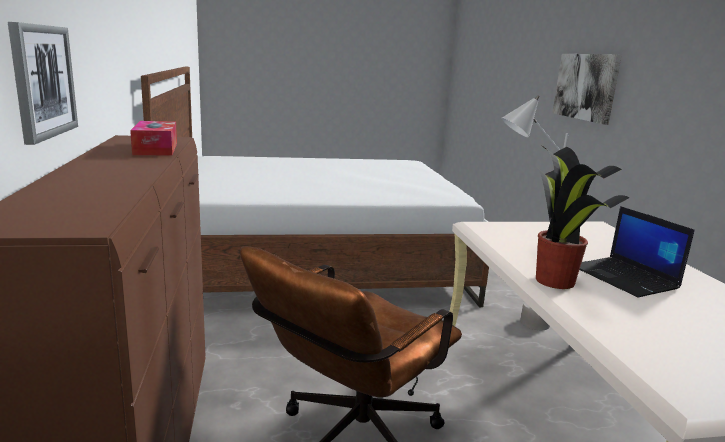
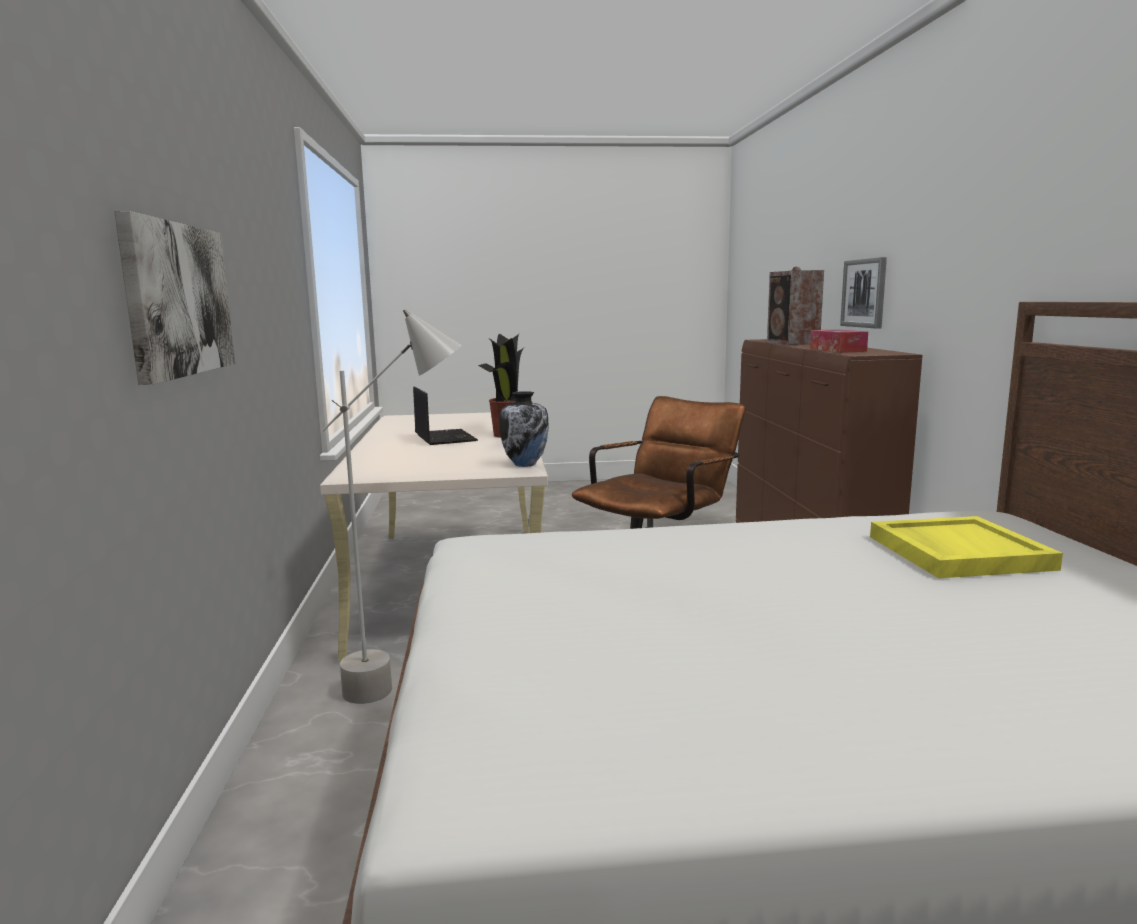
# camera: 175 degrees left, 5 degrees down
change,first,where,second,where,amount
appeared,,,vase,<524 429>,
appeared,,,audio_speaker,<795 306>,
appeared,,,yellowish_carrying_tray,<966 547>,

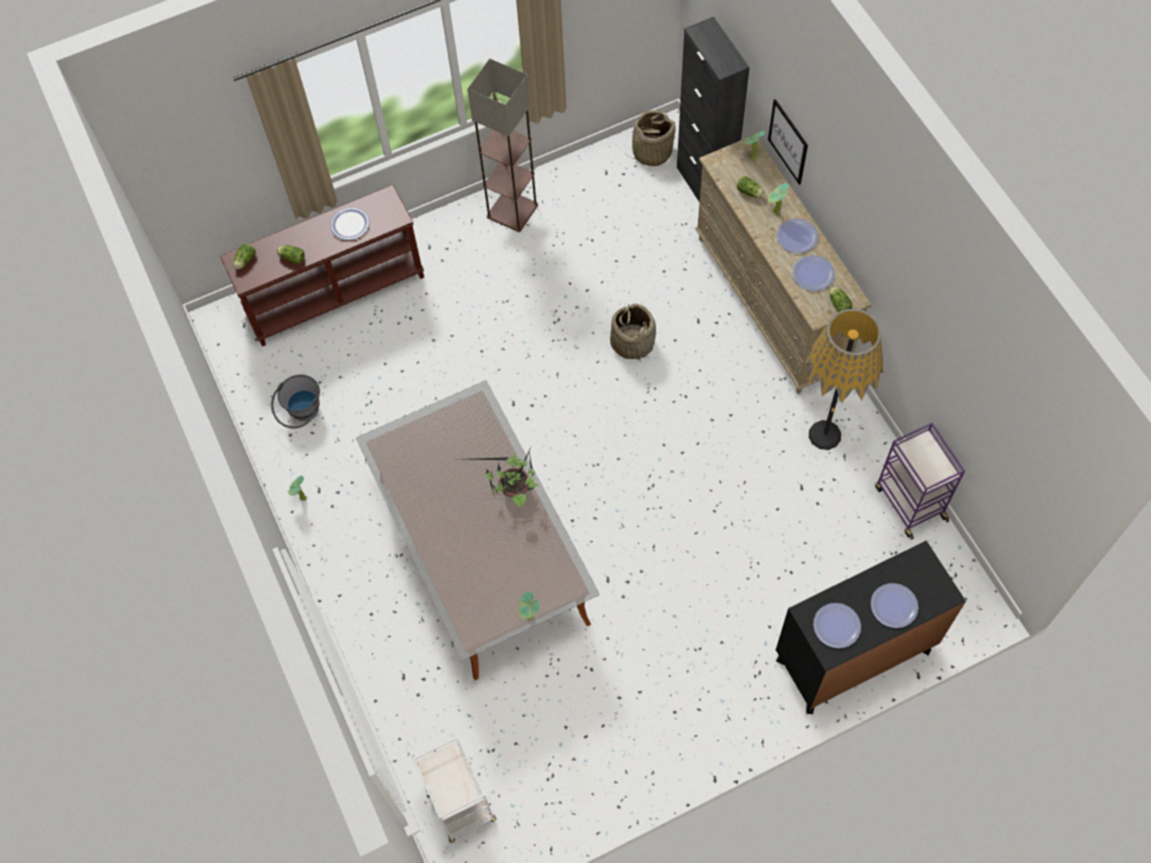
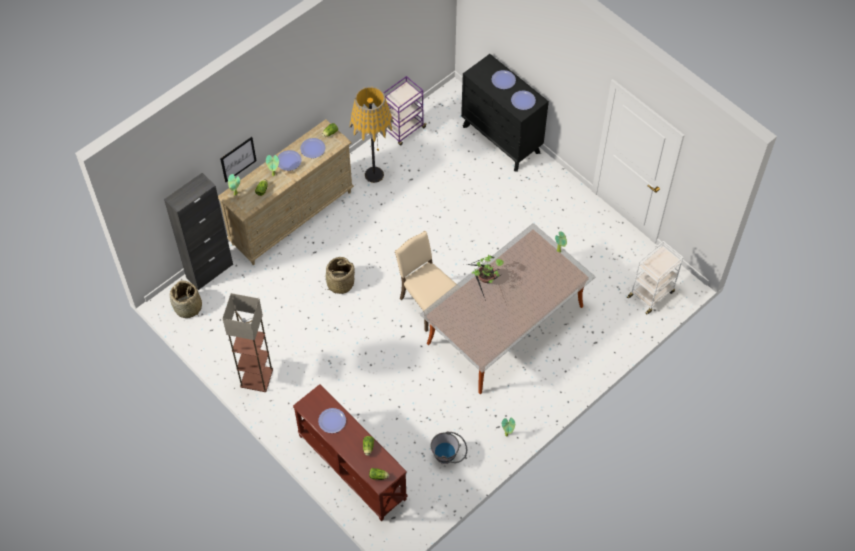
# camera: 110 degrees left, 5 degrees down
change,first,where,second,where,amount
appeared,,,beige_plain_chair,<426 281>,

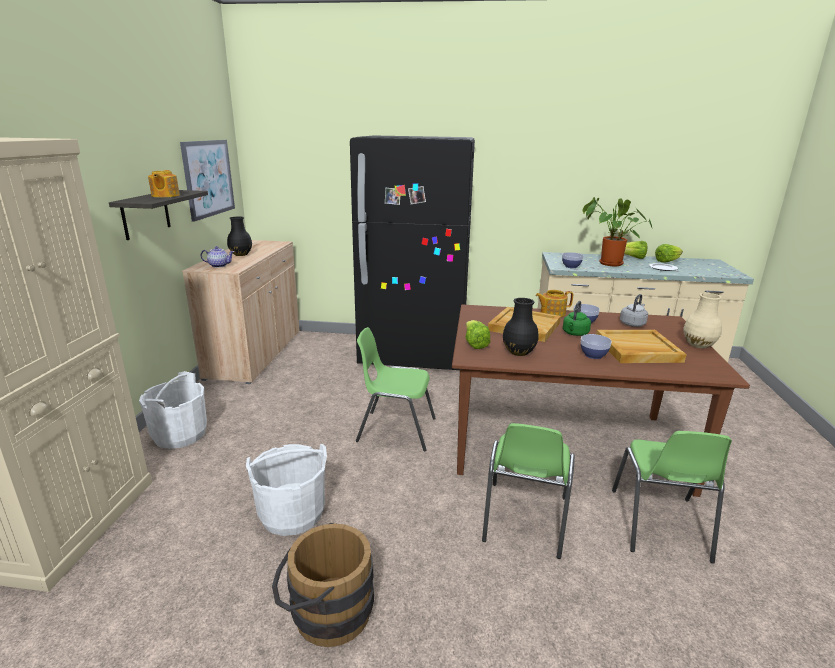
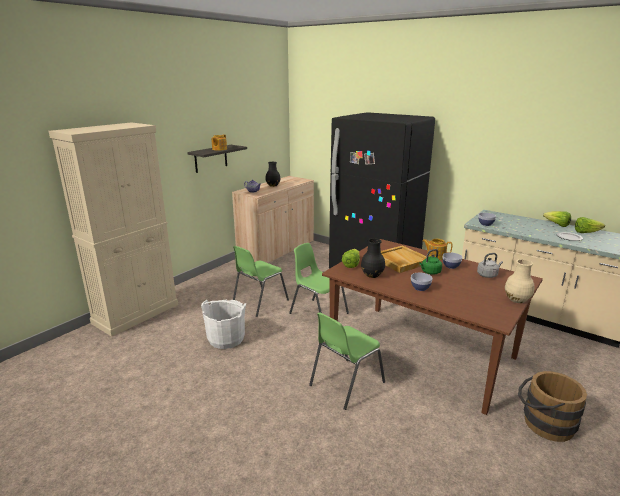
# camera: 30 degrees right, 0 degrees up
change,first,where,second,where,amount
missing,white_water_bucket,<173 410>,,,
missing,picture,<207 181>,,,
relocated,brownish_water_bucket,<323 585>,,<552 406>,
missing,plant_in_a_pot,<617 231>,,,
missing,beige_carrying_tray,<641 346>,,,
relocated,green-coloured_plain_chair,<672 497>,,<261 281>,

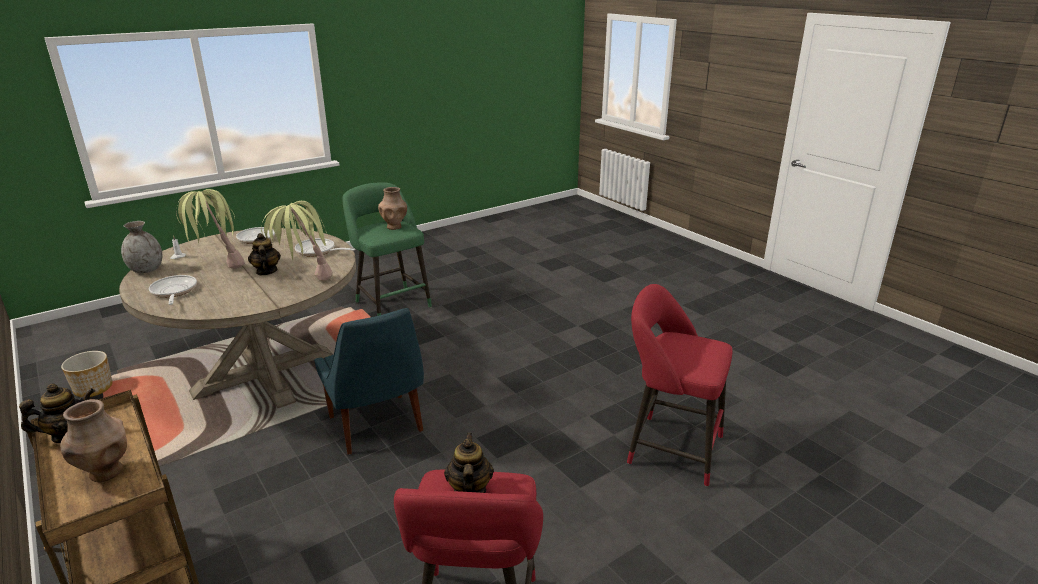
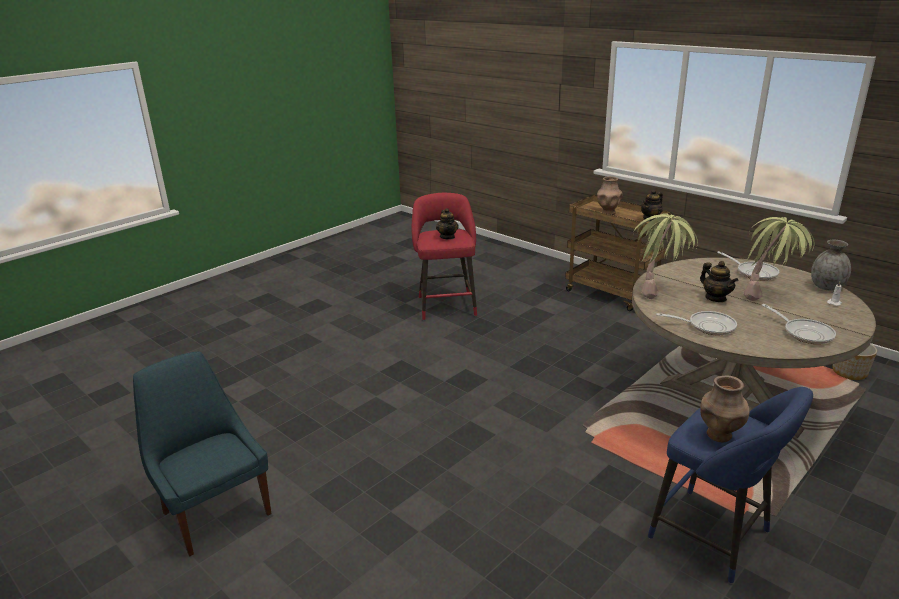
# camera: 170 degrees right, 0 degrees up
change,first,where,second,where,amount
relocated,blue-coloured_plain_chair,<369 381>,,<202 453>,
colour,green-coloured_sitting_stool,<387 249>,blue-coloured_sitting_stool,<730 485>,
missing,red_sitting_stool,<679 385>,,,

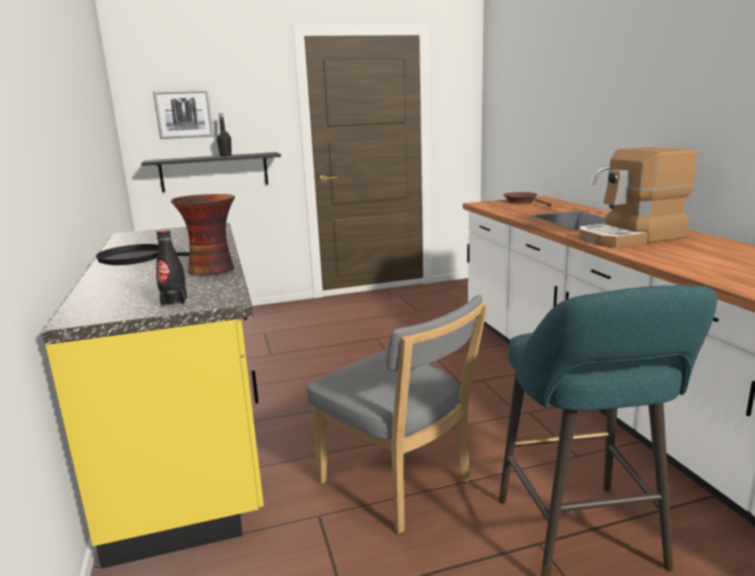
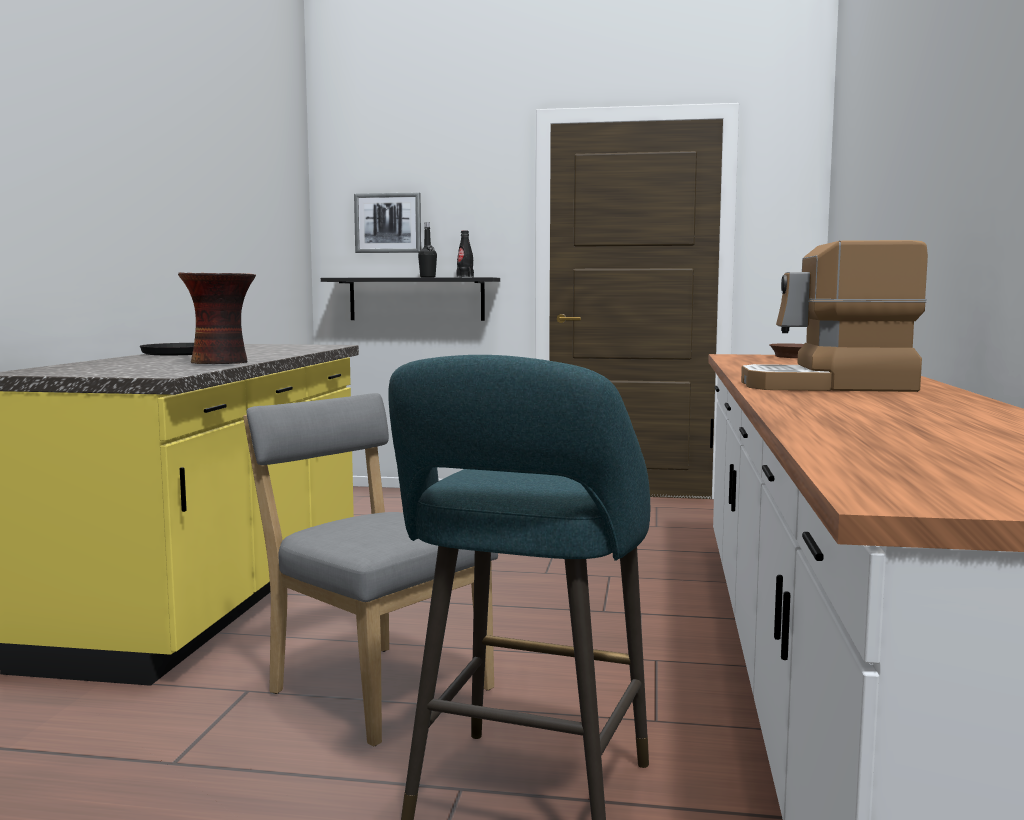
# camera: 25 degrees right, 10 degrees down
change,first,where,second,where,amount
relocated,black-coloured_bottle,<171 268>,,<465 253>,
spun,grey_plain_chair,<397 414>,,<370 569>,150 degrees clockwise

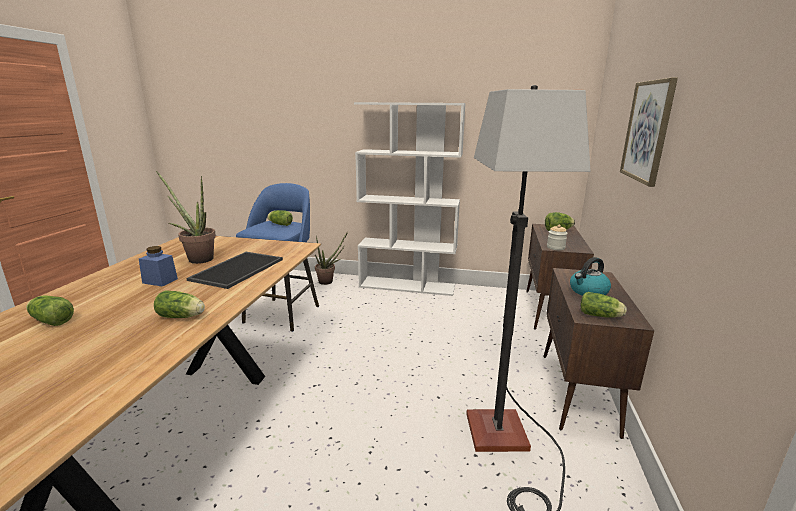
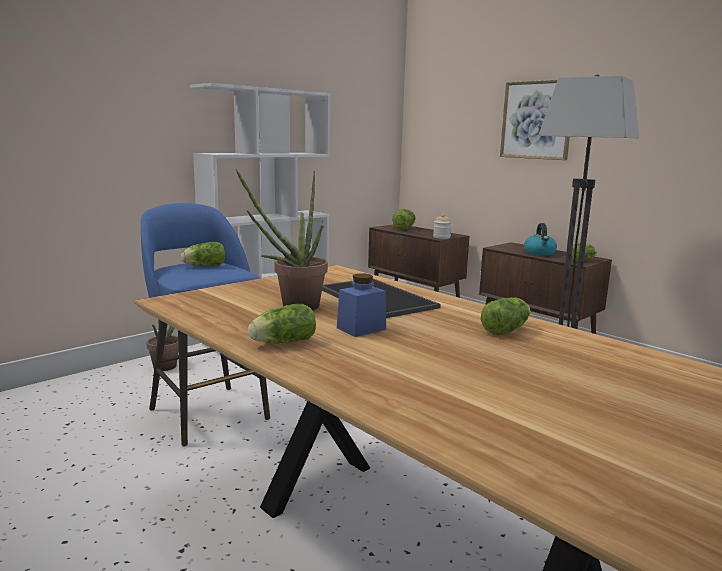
# camera: 55 degrees left, 5 degrees down
change,first,where,second,where,amount
relocated,lettuce_head,<50 310>,,<282 323>,

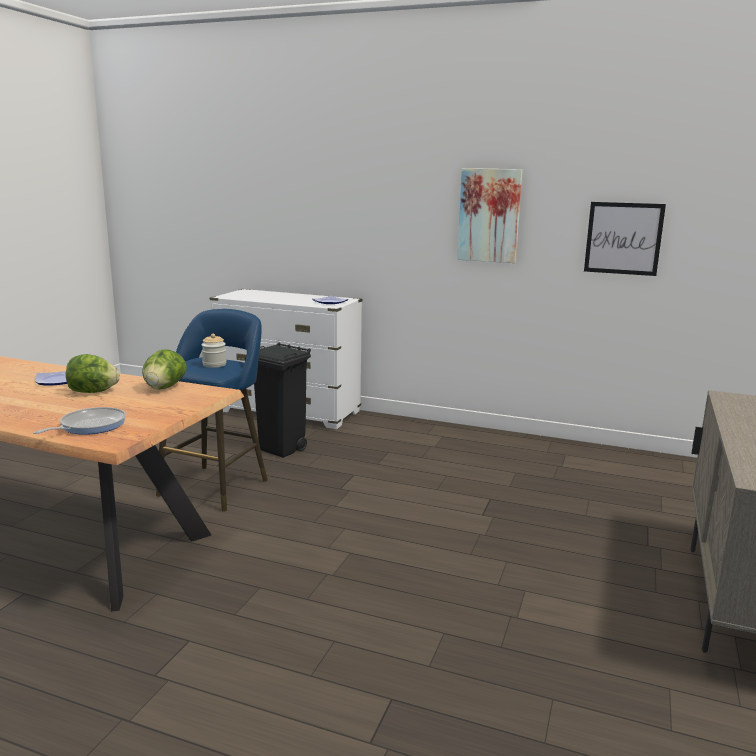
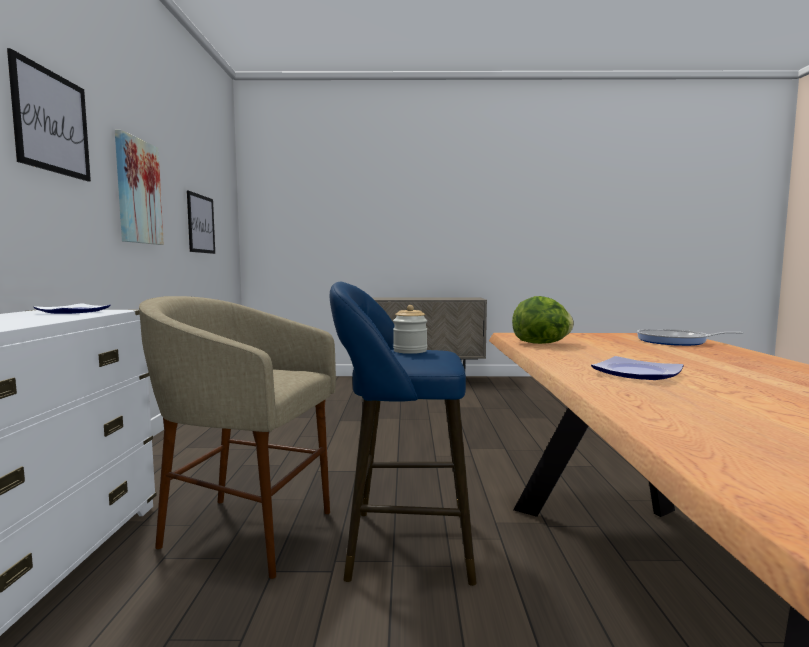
# camera: 110 degrees left, 10 degrees down
change,first,where,second,where,amount
missing,lettuce_head,<93 373>,,,
exchanged,black-coloured_trash_can,<278 400>,beige_sitting_stool,<237 437>,
appeared,,,picture,<49 115>,

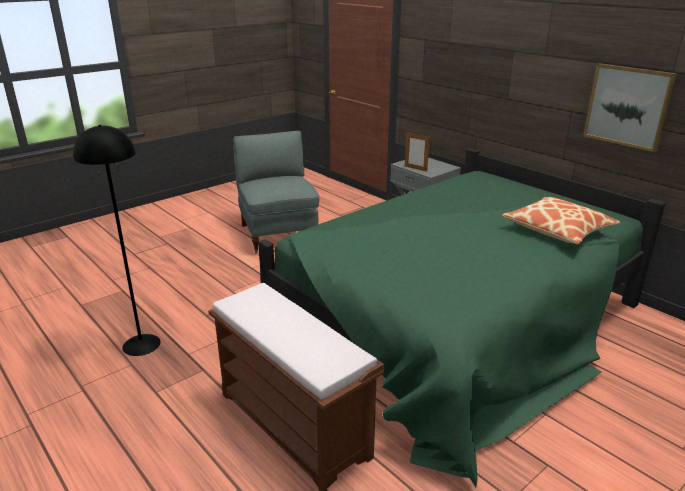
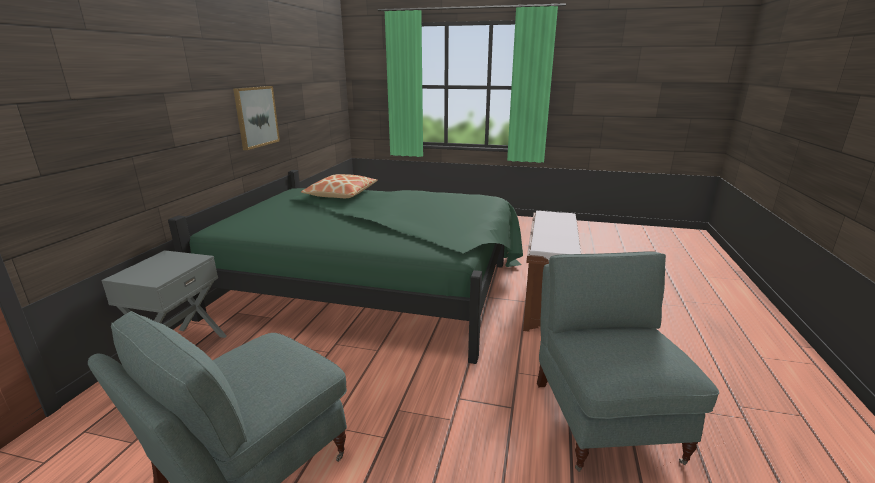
# camera: 125 degrees left, 5 degrees down
change,first,where,second,where,amount
exchanged,black-coloured_floor_lamp,<116 240>,grey_armchair,<628 361>,
missing,picture_frame,<417 152>,,,

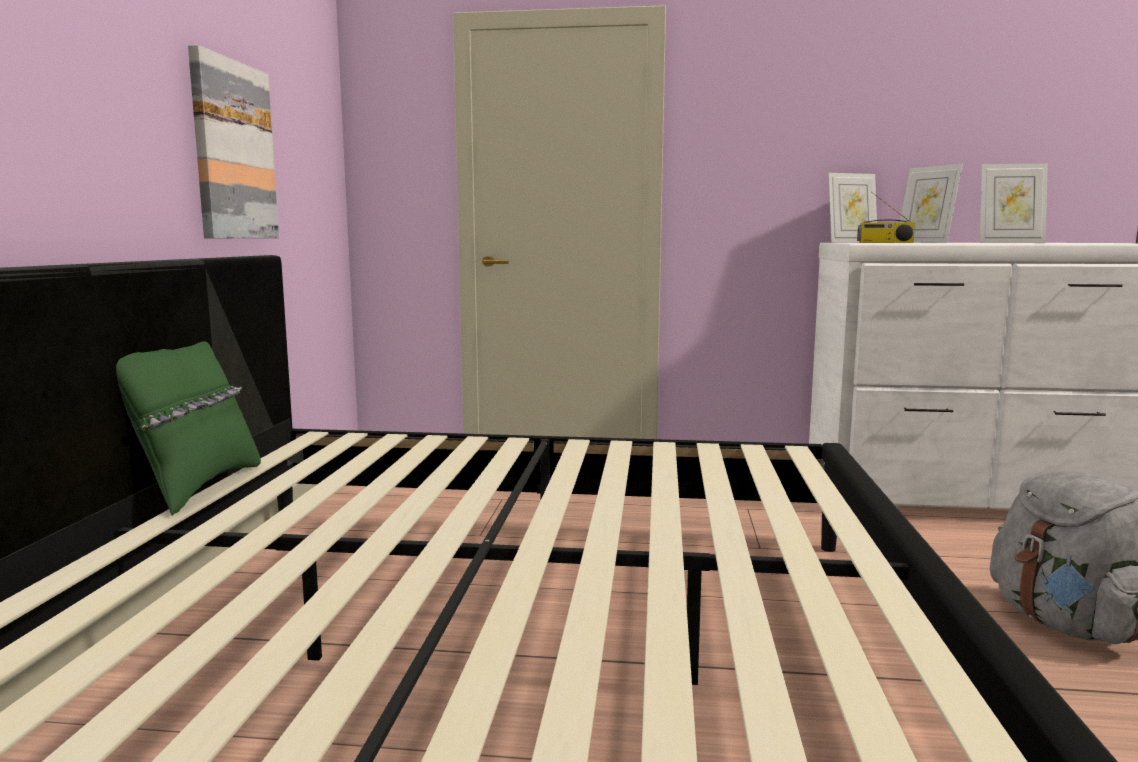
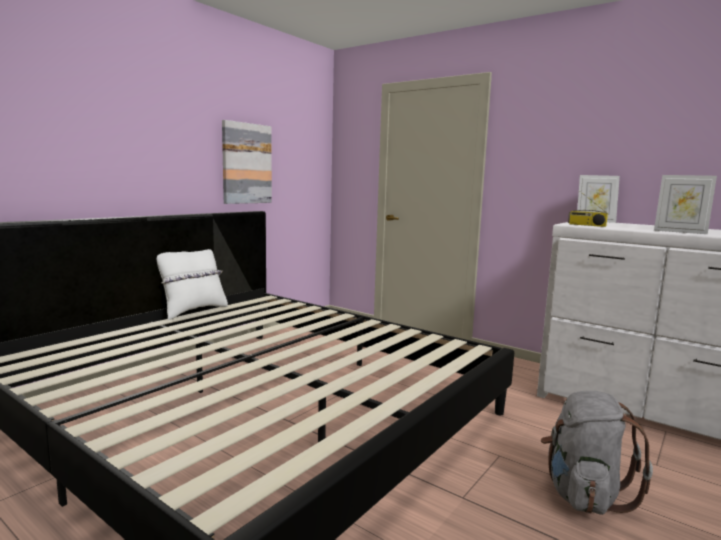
# camera: 30 degrees right, 0 degrees up
change,first,where,second,where,amount
colour,green-coloured_throw_pillow,<188 428>,white_throw_pillow,<192 284>,
missing,picture_frame,<931 203>,,,

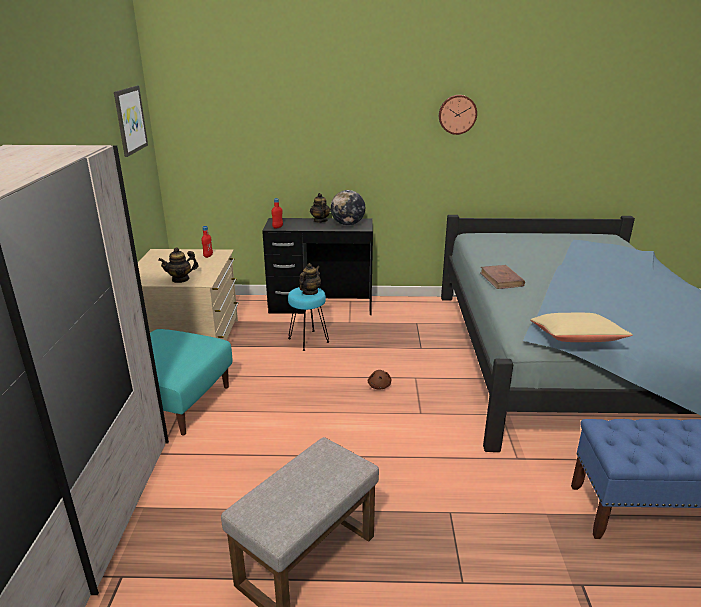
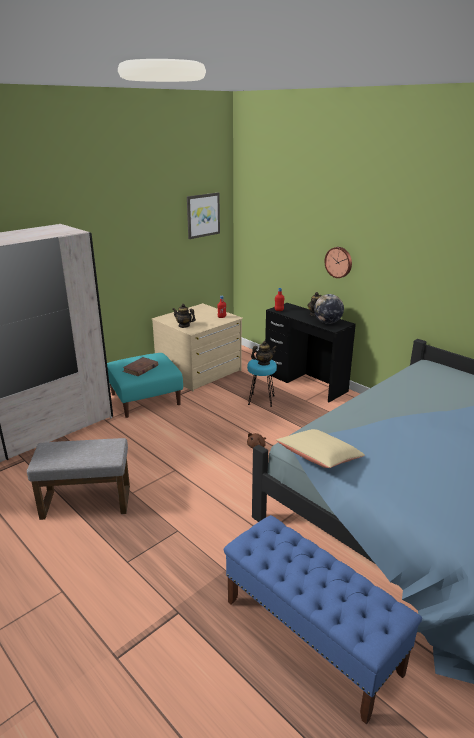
# camera: 45 degrees right, 0 degrees up
change,first,where,second,where,amount
relocated,wall_clock,<458 115>,,<338 262>,
relocated,brownish_bound_book,<502 277>,,<140 366>,

